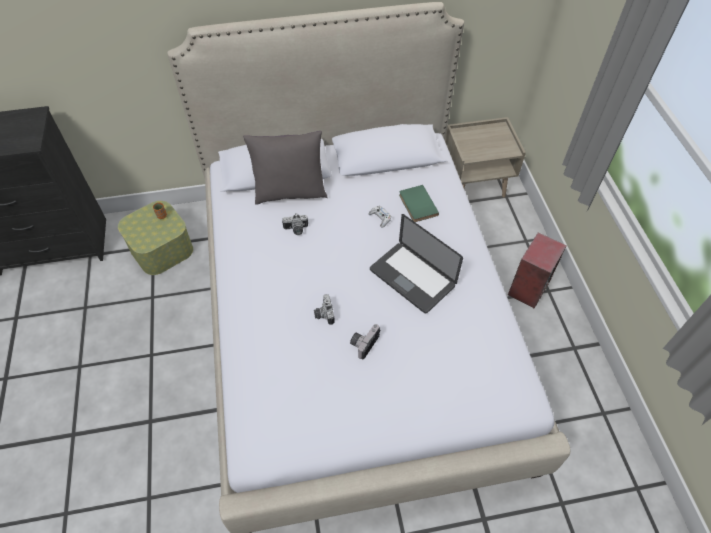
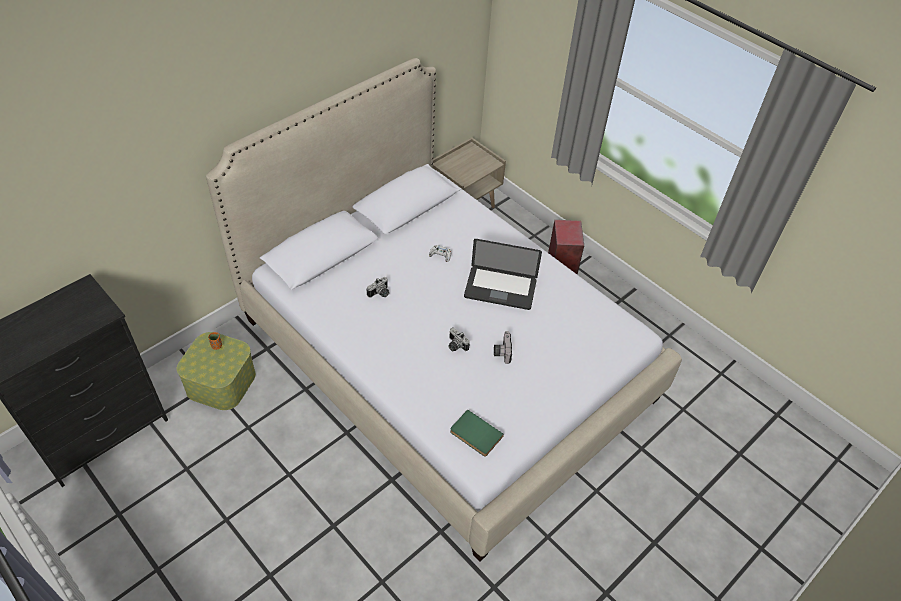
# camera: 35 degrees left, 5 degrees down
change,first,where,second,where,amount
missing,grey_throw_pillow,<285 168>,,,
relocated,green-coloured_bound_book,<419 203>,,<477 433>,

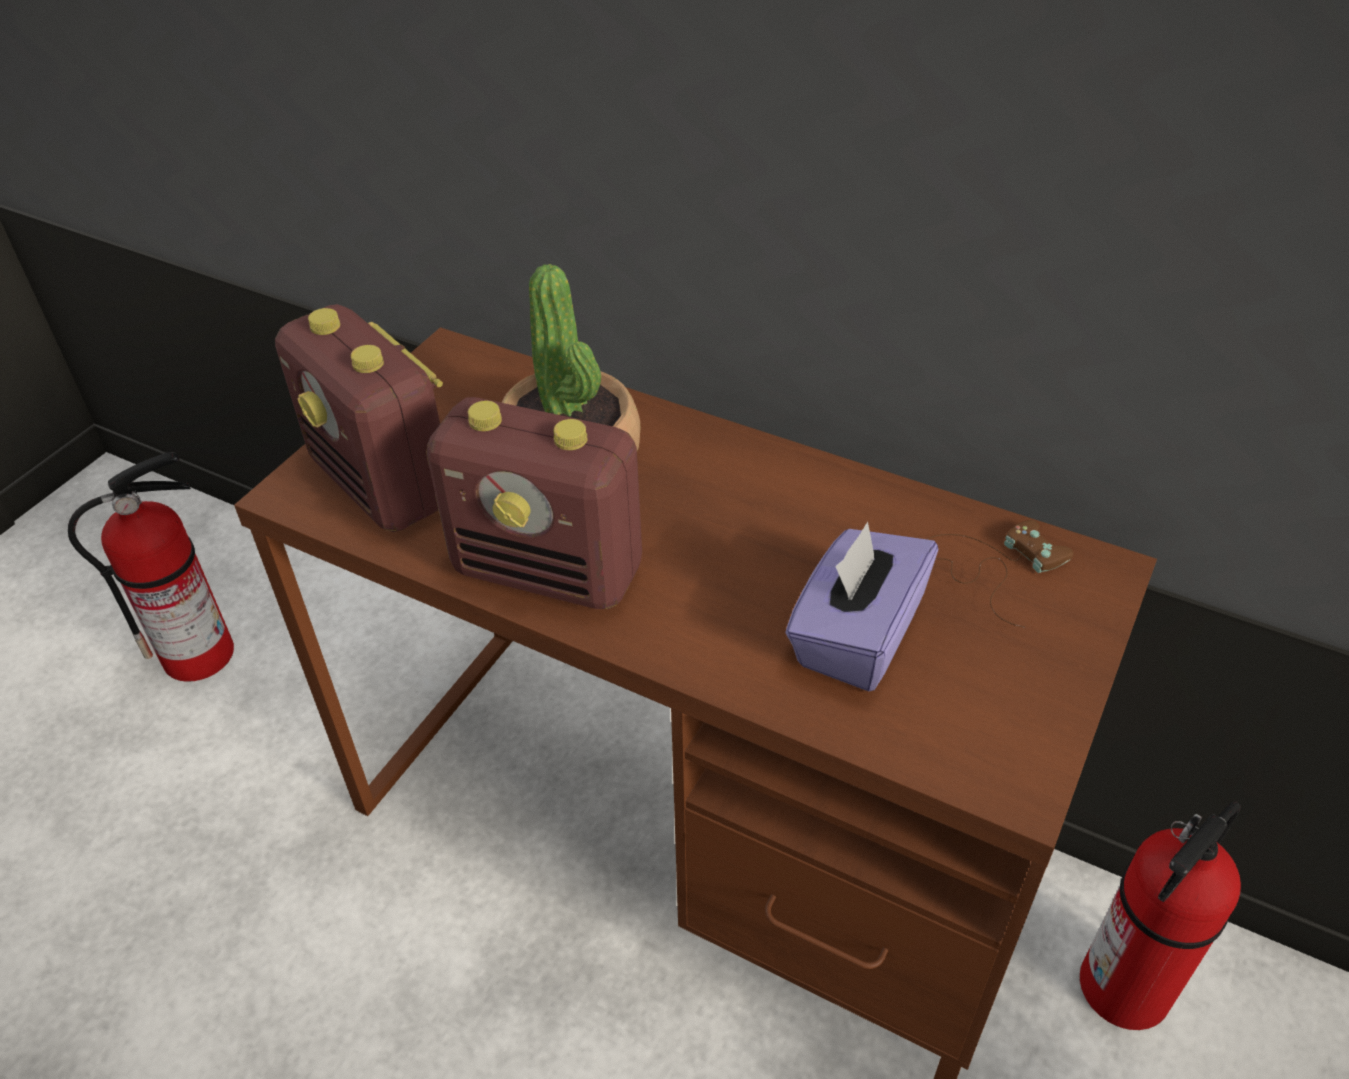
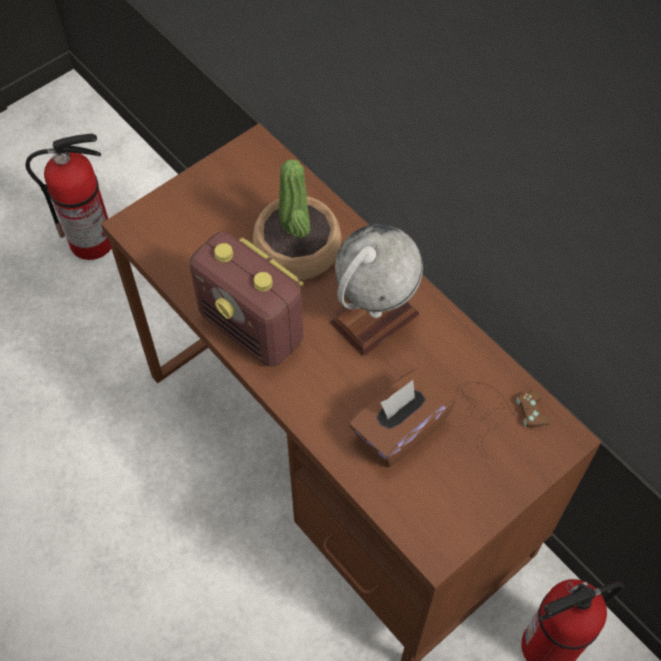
# camera: 20 degrees right, 15 degrees up
change,first,where,second,where,amount
missing,radio_receiver,<359 418>,,,
colour,purplish_box_of_tissues,<861 606>,brownish_box_of_tissues,<402 419>,
appeared,,,globe,<376 290>,

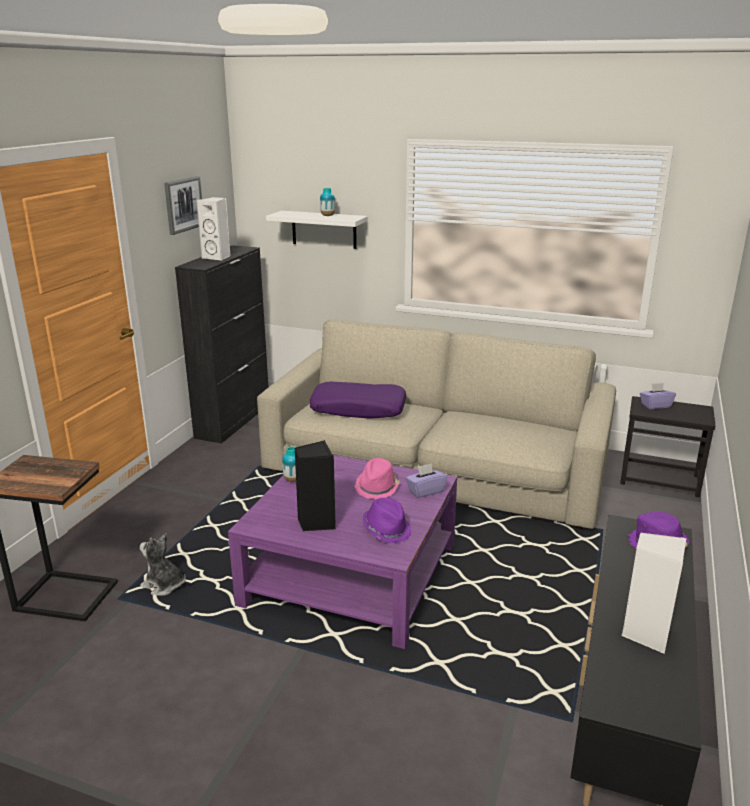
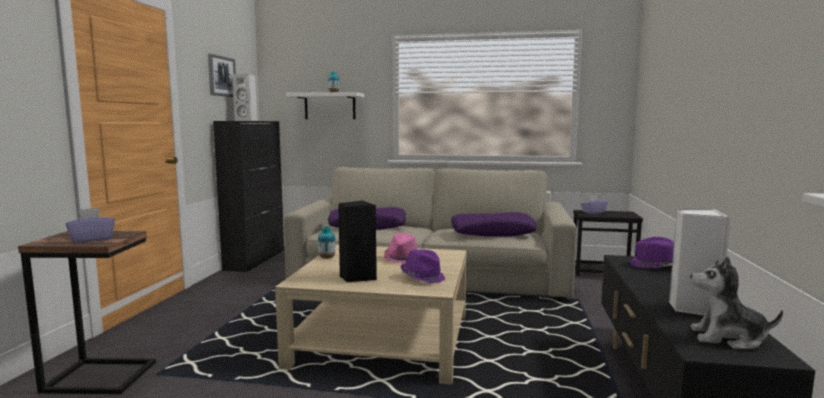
# camera: 10 degrees left, 15 degrees down
change,first,where,second,where,amount
relocated,soft_toy,<163 564>,,<736 302>,
colour,purplish_low_table,<342 552>,beige_low_table,<370 315>,
relocated,purplish_box_of_tissues,<426 480>,,<90 225>,
appeared,,,purplish_throw_pillow,<494 224>,

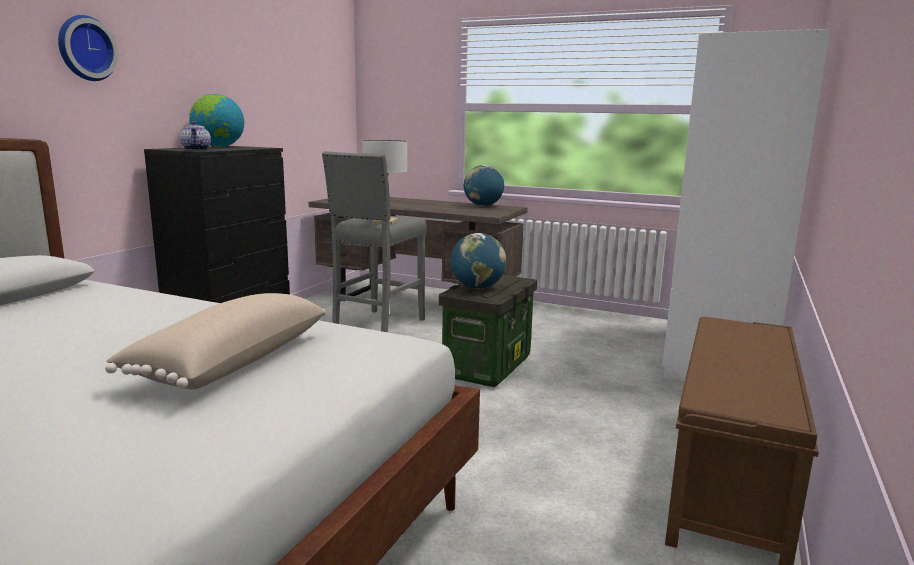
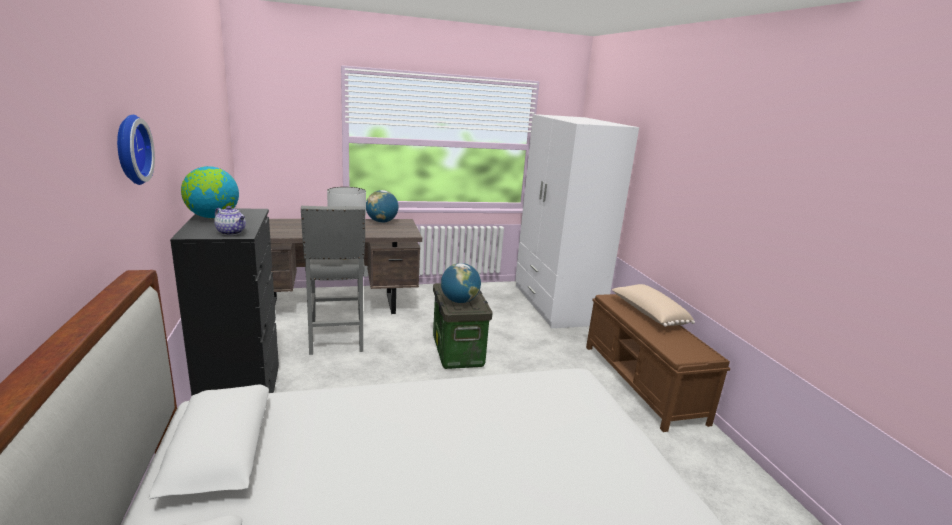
# camera: 40 degrees left, 5 degrees up
change,first,where,second,where,amount
relocated,beige_throw_pillow,<215 341>,,<653 305>,

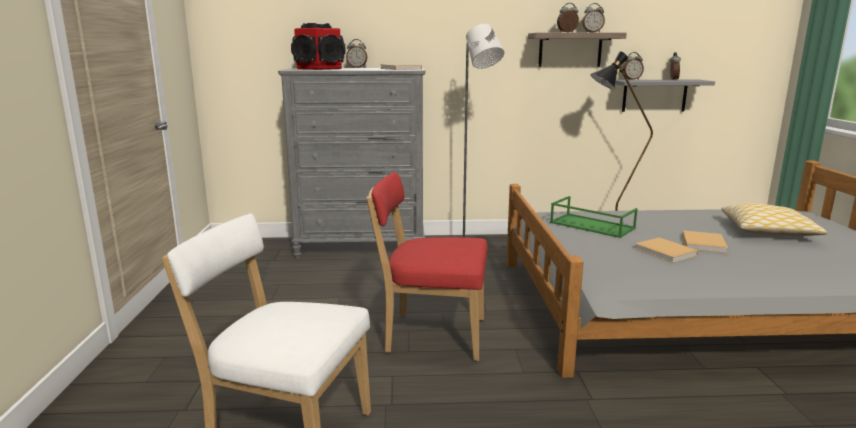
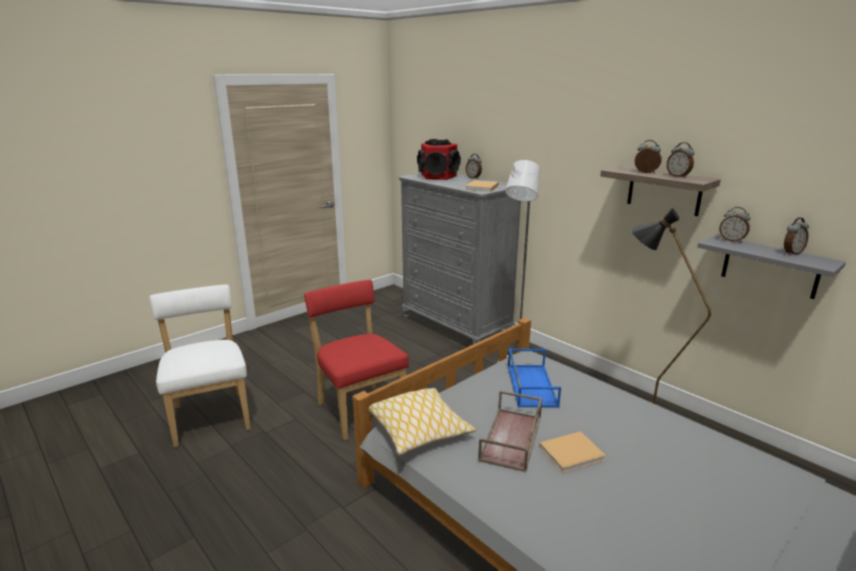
# camera: 50 degrees right, 5 degrees up
change,first,where,second,where,amount
colour,green-coloured_carrying_tray,<594 217>,blue-coloured_carrying_tray,<534 378>,
exchanged,beige_bound_book,<666 250>,brownish_carrying_tray,<510 431>,
relocated,throw_pillow,<774 219>,,<422 421>,

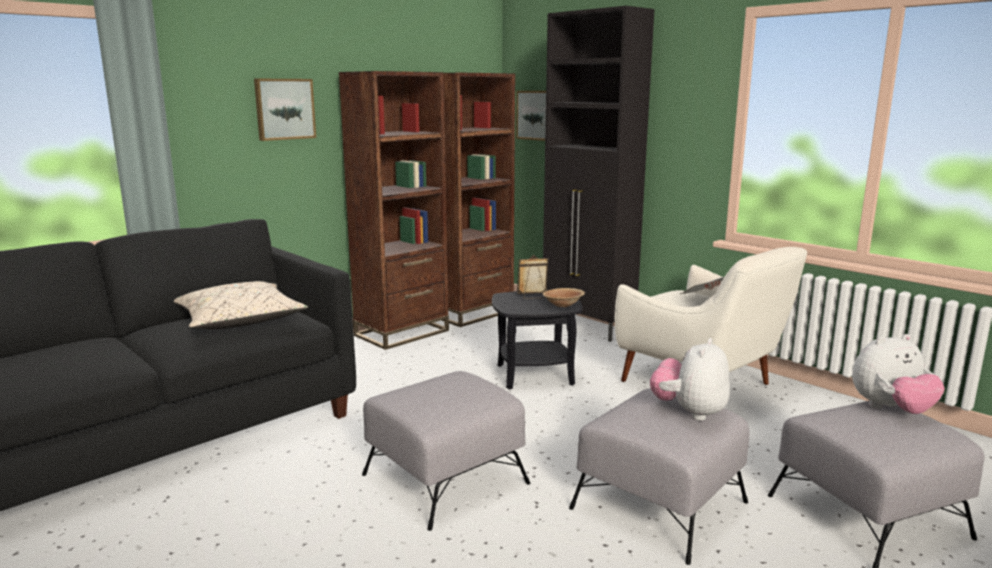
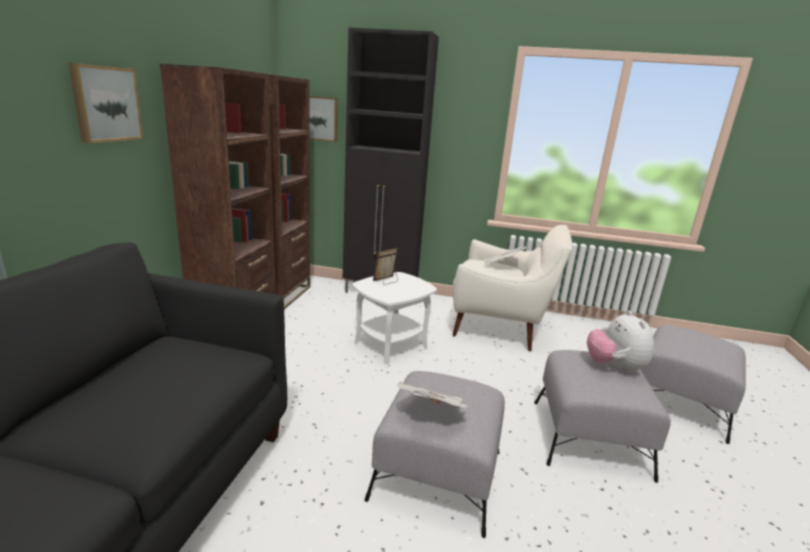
# camera: 35 degrees left, 5 degrees up
change,first,where,second,where,amount
missing,beige_throw_pillow,<241 305>,,,
colour,black-coloured_end_table,<537 339>,white_end_table,<394 318>,
missing,brownish_bowl,<564 297>,,,
missing,soft_toy,<898 374>,,,
appeared,,,newspaper,<433 396>,

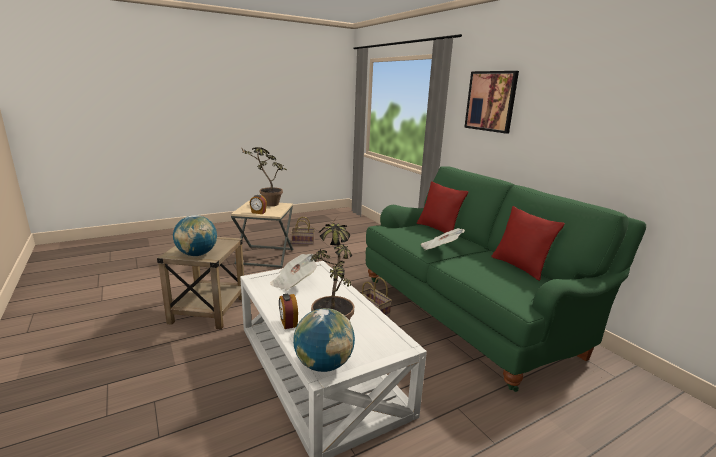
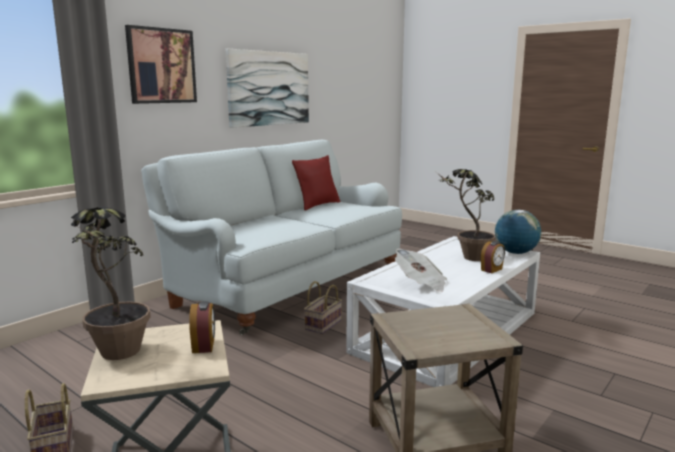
# camera: 110 degrees left, 5 degrees down
change,first,where,second,where,amount
missing,globe,<195 235>,,,
colour,green-coloured_settee,<506 279>,white_settee,<271 237>,
missing,red_throw_pillow,<443 207>,,,
missing,newspaper,<443 239>,,,
appeared,,,picture,<267 88>,

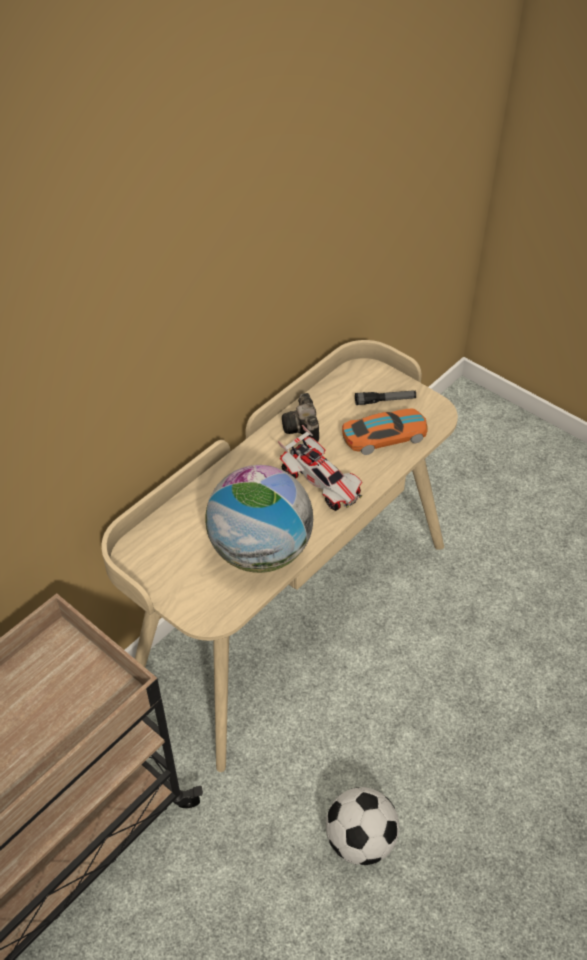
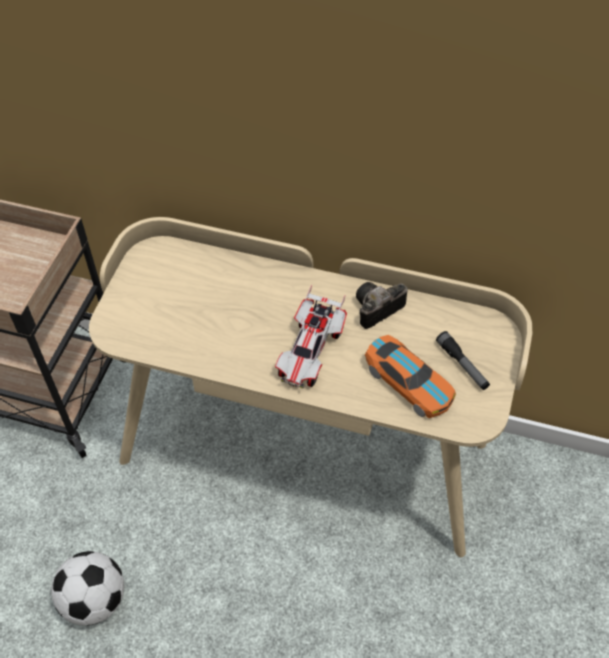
# camera: 65 degrees right, 5 degrees up
change,first,where,second,where,amount
missing,globe,<259 519>,,,

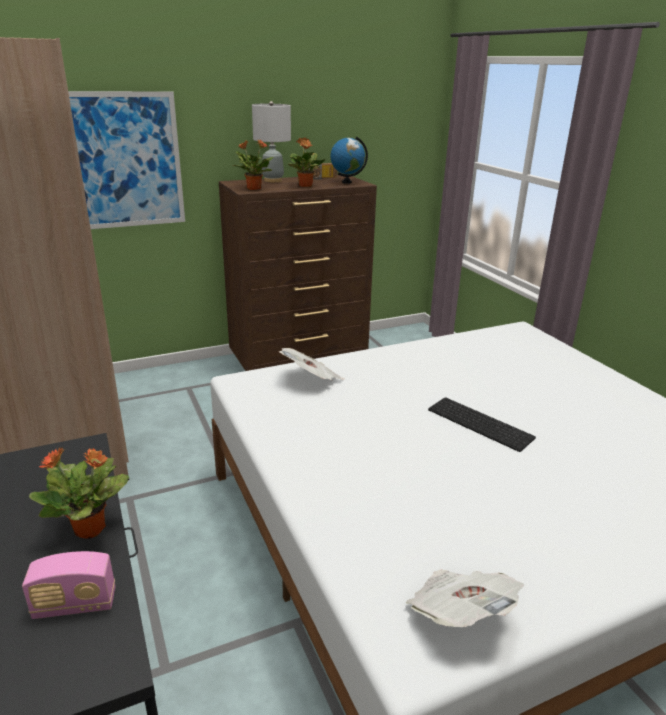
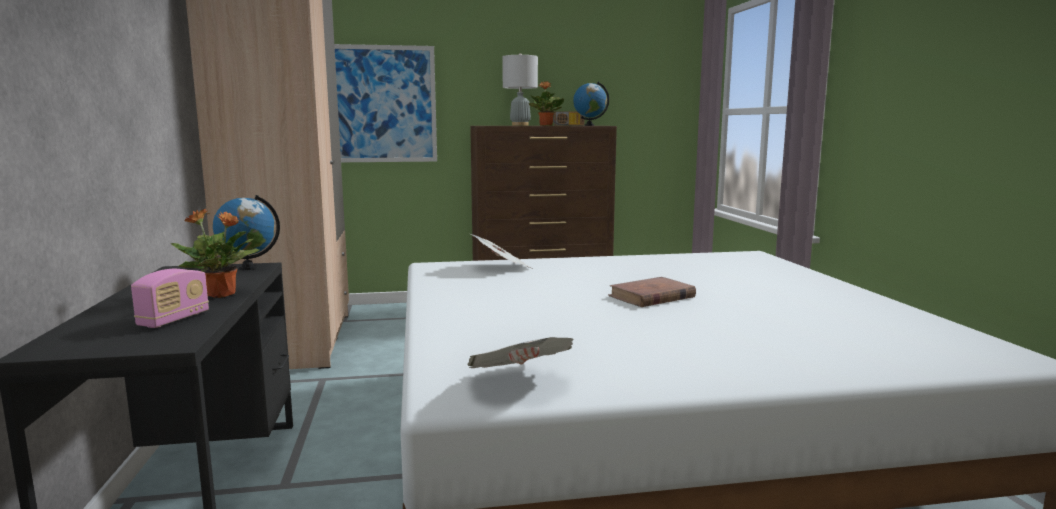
# camera: 15 degrees right, 15 degrees down
change,first,where,second,where,amount
spun,radio_receiver,<68 585>,,<170 298>,75 degrees counterclockwise
missing,plant_in_a_pot,<253 165>,,,
exchanged,computer_keyboard,<482 424>,brownish_bound_book,<652 292>,
appeared,,,globe,<246 232>,

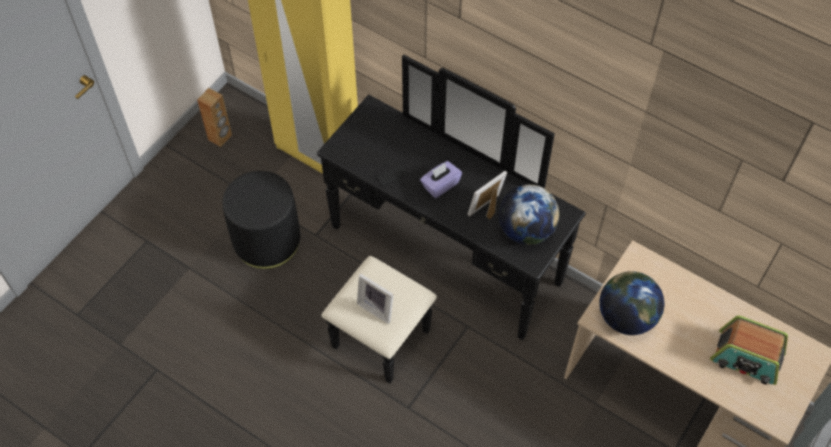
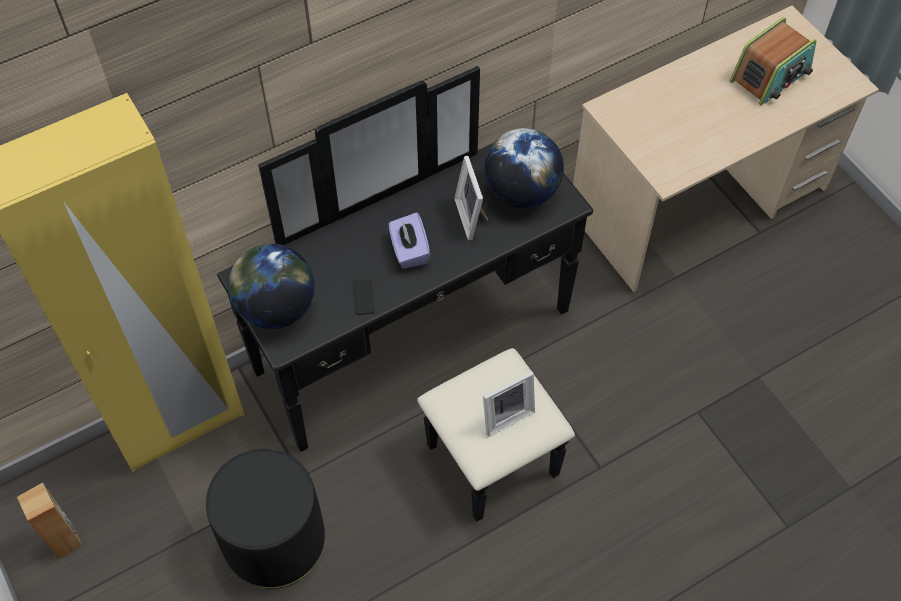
# camera: 65 degrees left, 0 degrees up
change,first,where,second,where,amount
relocated,globe,<632 303>,,<271 286>,

